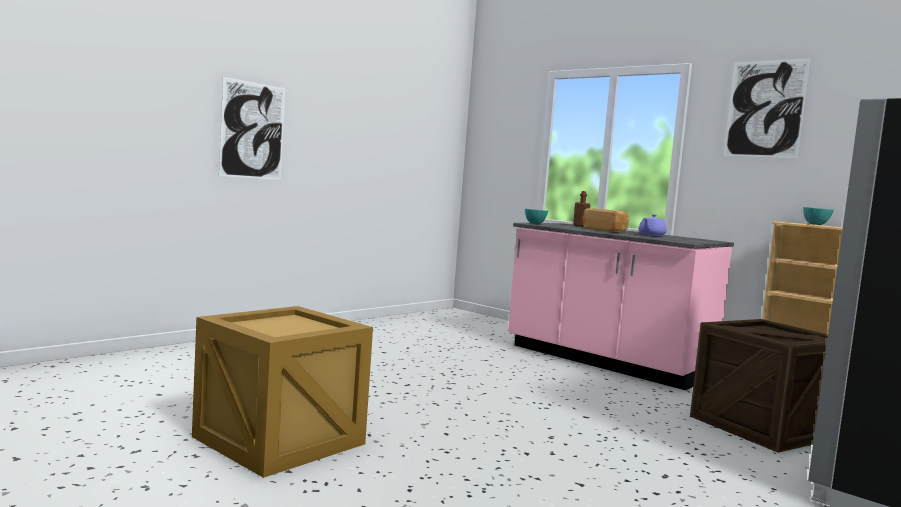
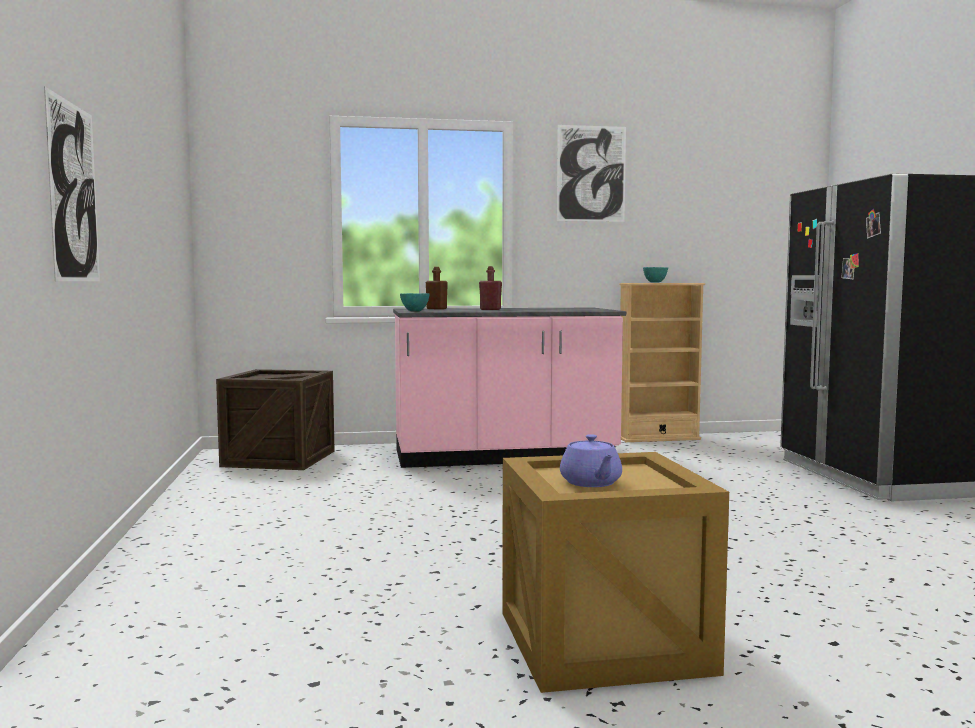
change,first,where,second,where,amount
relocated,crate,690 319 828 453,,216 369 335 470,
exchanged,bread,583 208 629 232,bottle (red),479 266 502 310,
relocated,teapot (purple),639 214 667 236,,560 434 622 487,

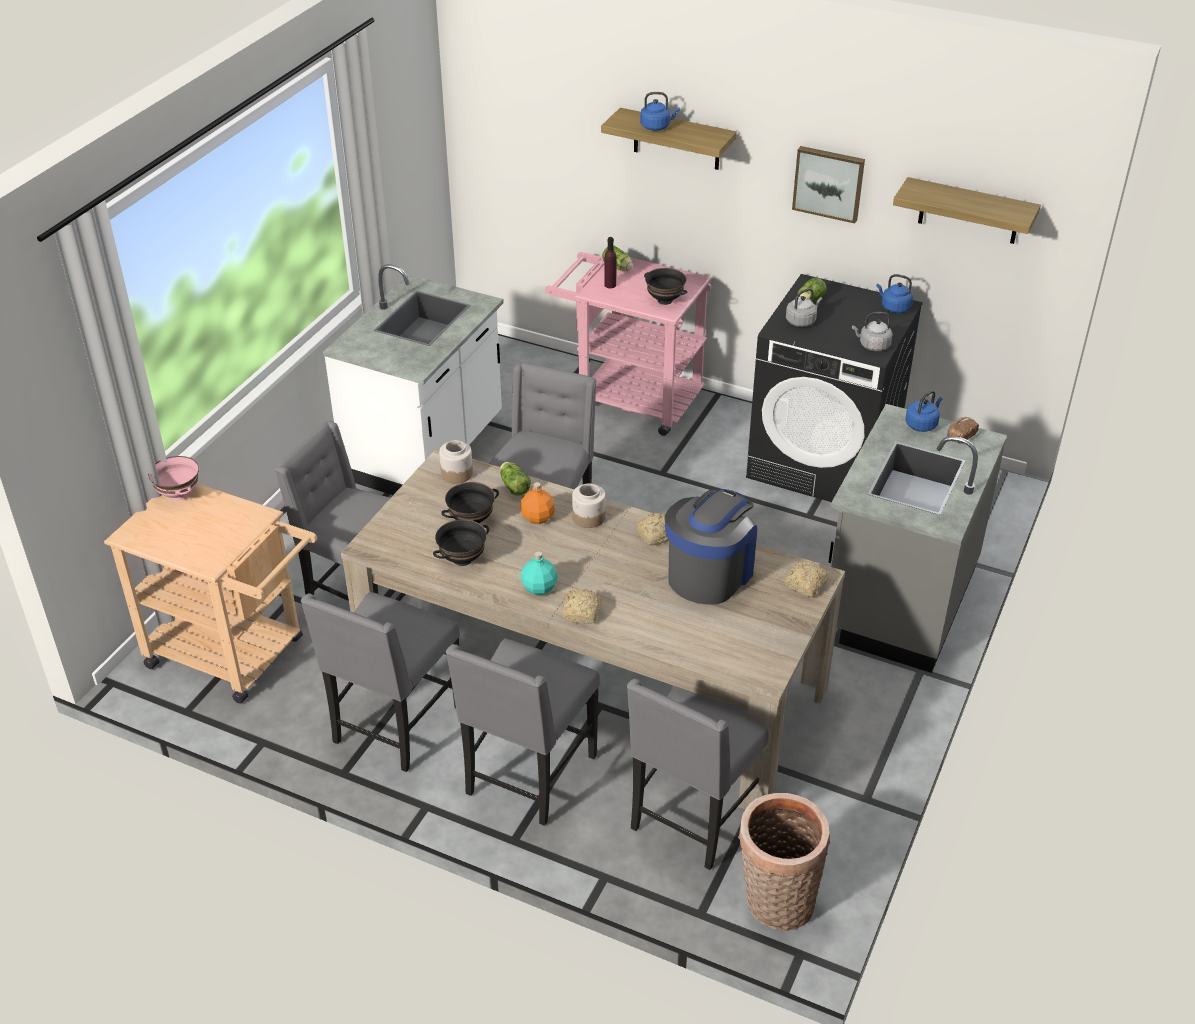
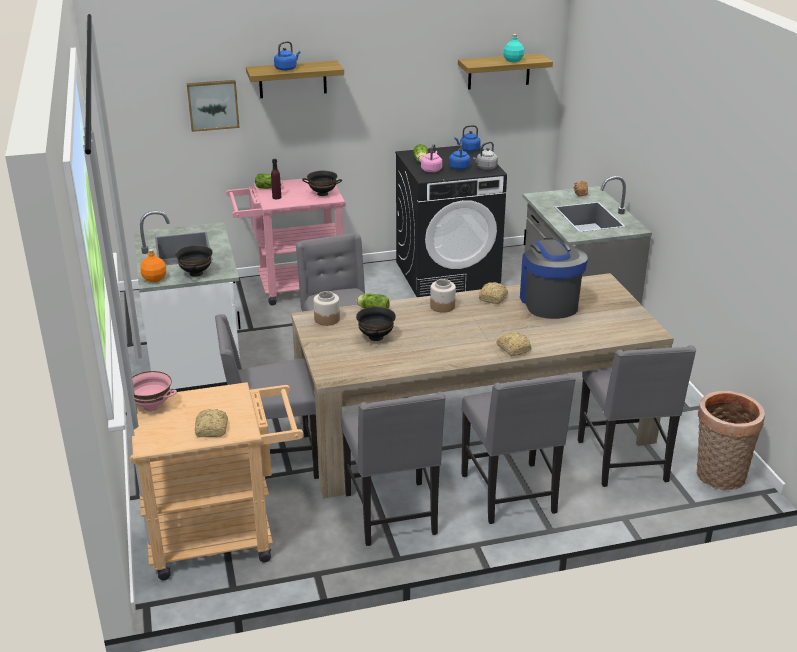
change,first,where,second,where,amount
relocated,bottle (orange),521 482 555 524,,140 249 166 282,
relocated,bowl (black),433 519 489 566,,175 245 213 277,
relocated,picture,792 146 865 224,,187 80 240 132,
relocated,bread,784 561 828 597,,195 409 228 437,
colour,kettle (grey),786 288 822 327,kettle (pink),421 144 442 172,
relocated,kettle (blue),905 390 942 432,,449 142 470 170,
relocated,bottle (turquoise),521 552 558 595,,503 34 524 62,

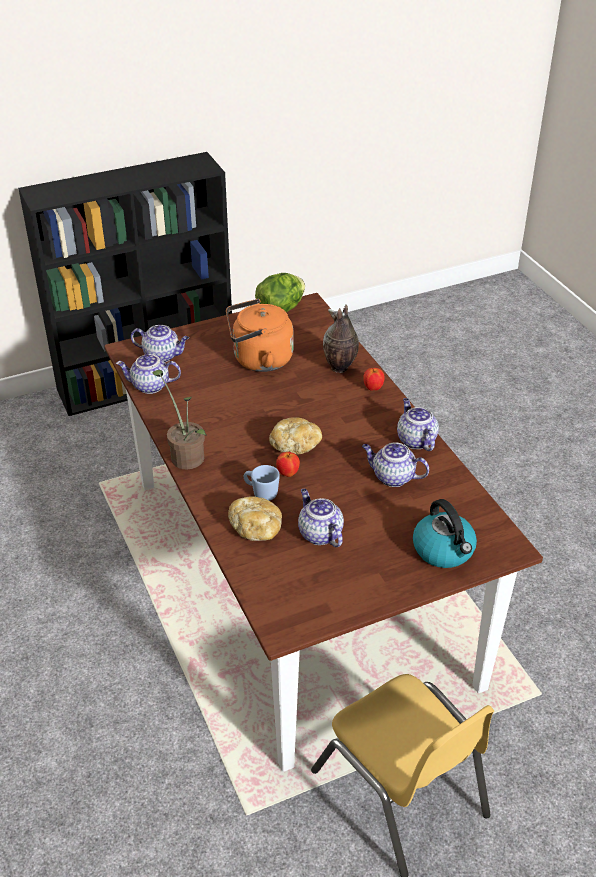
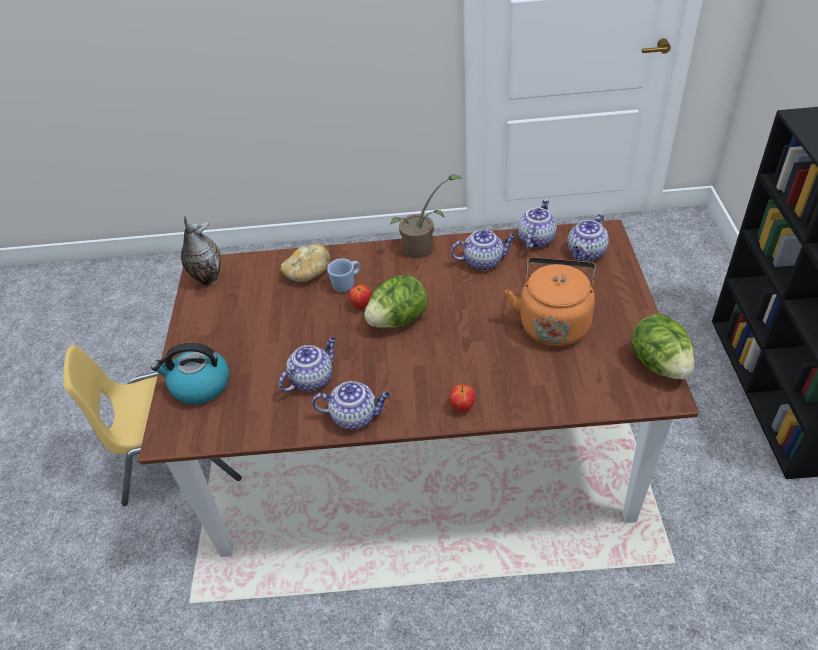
change,first,where,second,where,amount
relocated,vase,323 304 359 373,,181 216 221 286,
exchanged,bread,269 418 322 454,lettuce,364 275 428 328,
relocated,teapot,298 489 344 547,,451 229 516 271,

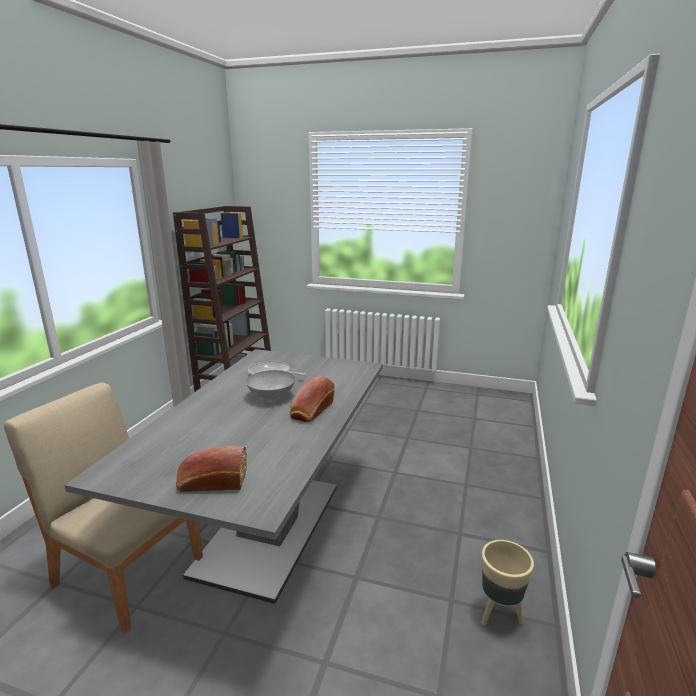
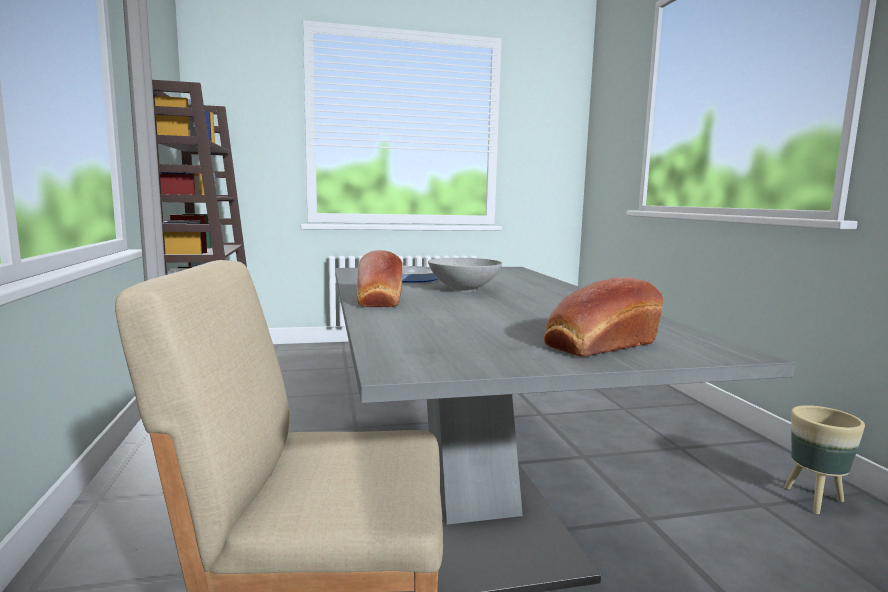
change,first,where,second,where,amount
relocated,bread,290 376 335 423,,357 250 402 307,

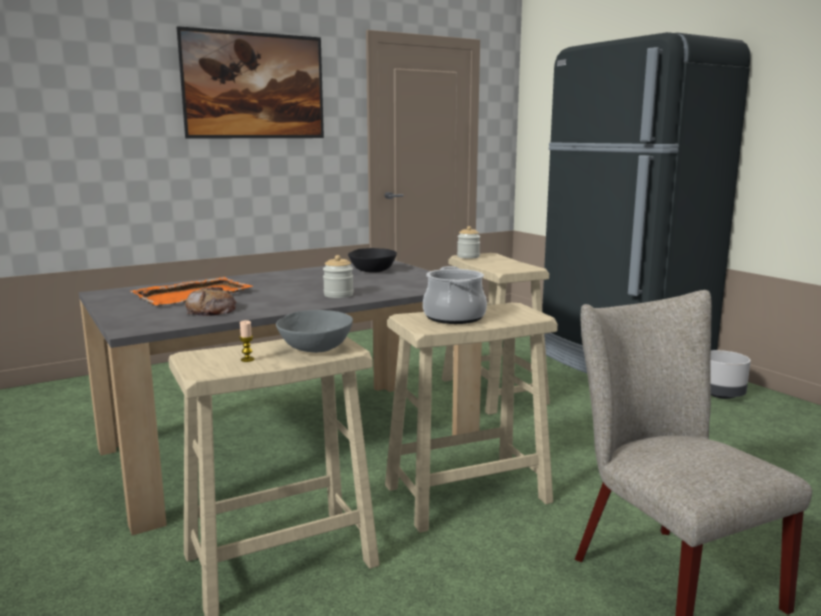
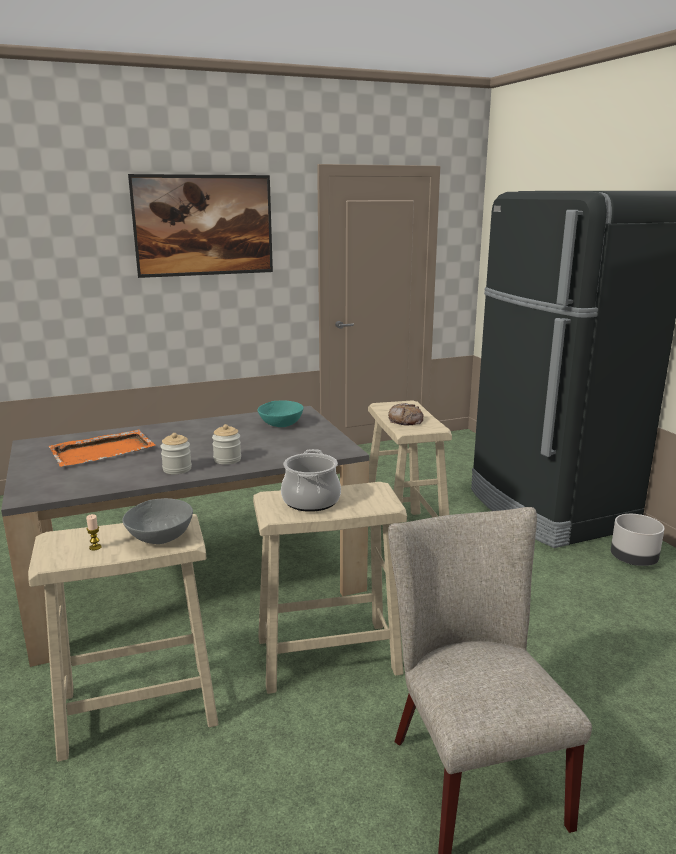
change,first,where,second,where,amount
relocated,jar,457 226 480 259,,160 433 192 474,
colour,bowl (black),348 248 397 273,bowl (turquoise),257 400 304 427,
relocated,bread,185 287 236 316,,388 403 424 425,

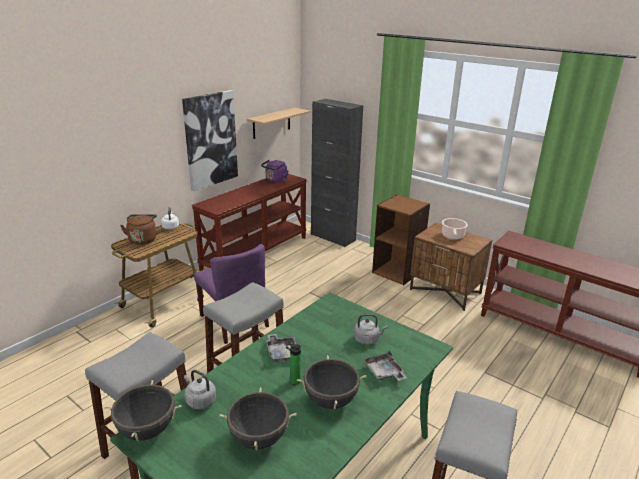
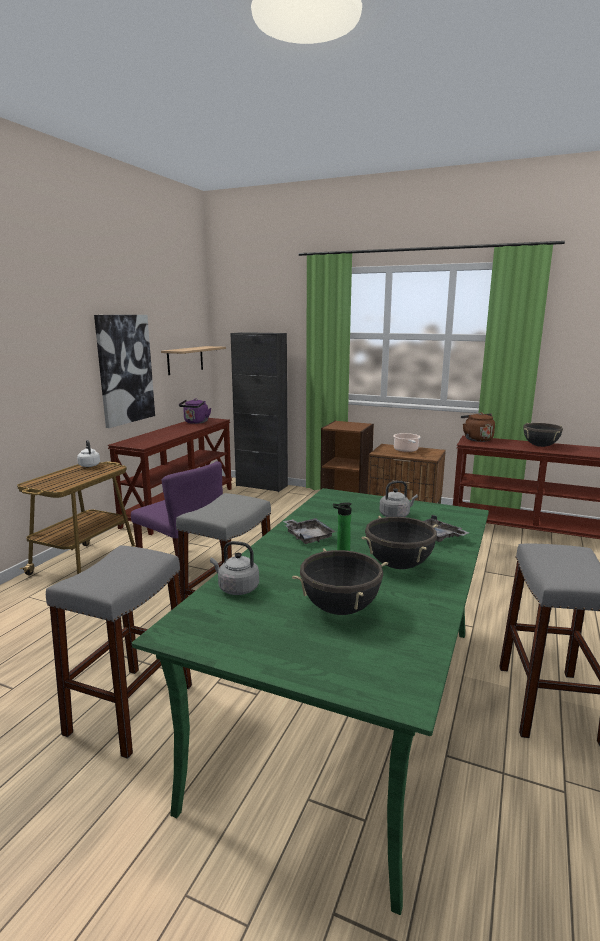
change,first,where,second,where,amount
relocated,kettle (brown),120 214 157 244,,461 412 495 442,
relocated,cooking pot (black),104 380 182 441,,523 423 563 447,

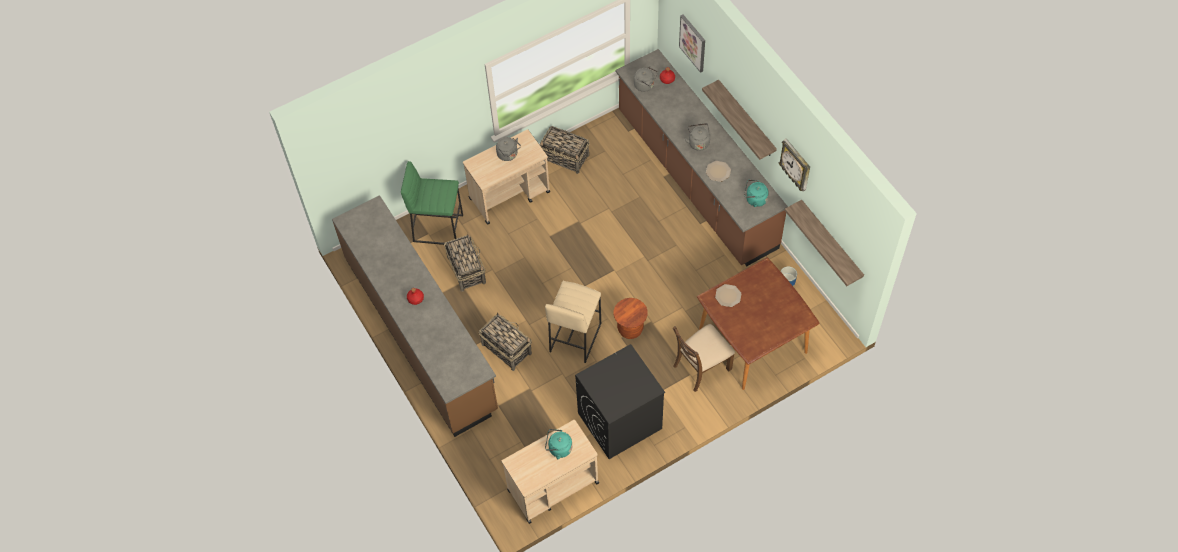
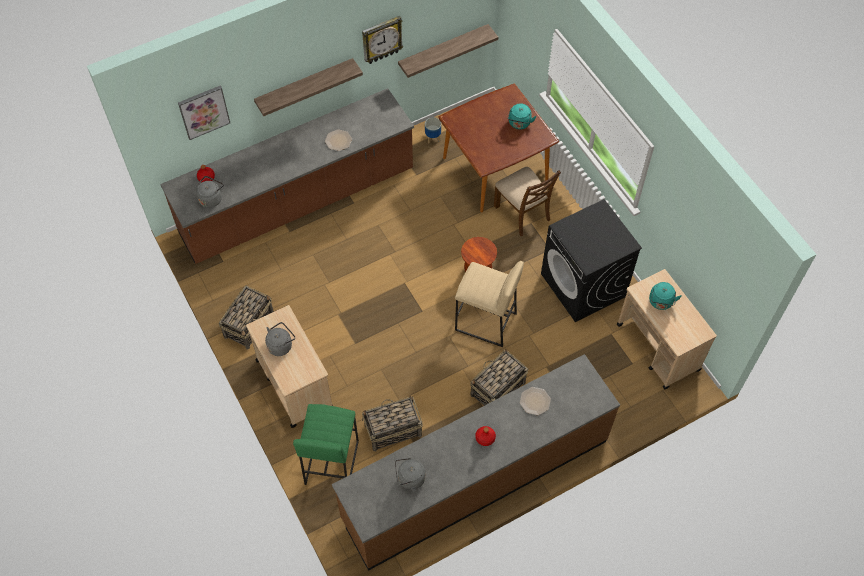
change,first,where,second,where,amount
relocated,kettle (grey),685 123 710 151,,395 458 426 492,
relocated,kettle (turquoise),744 180 769 207,,508 103 537 129,
relocated,plate,715 284 741 307,,520 387 551 415,

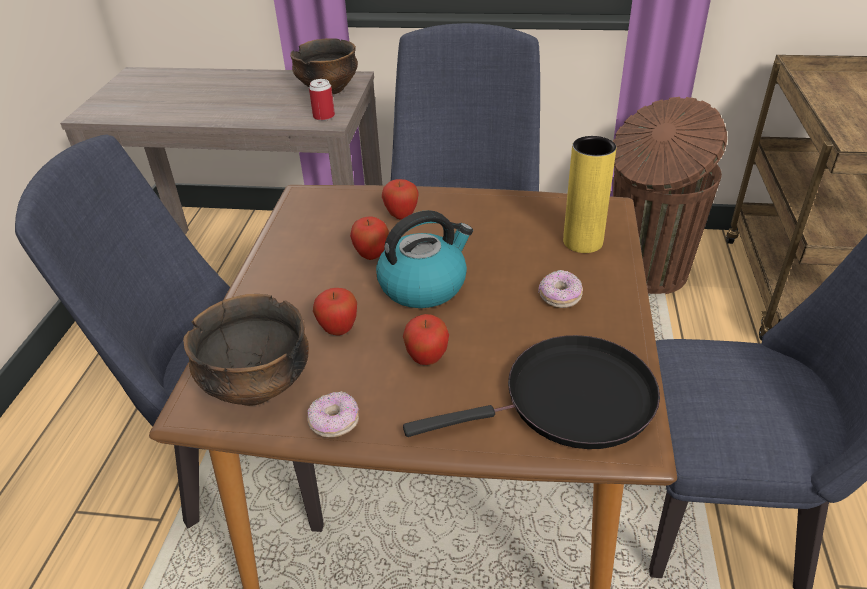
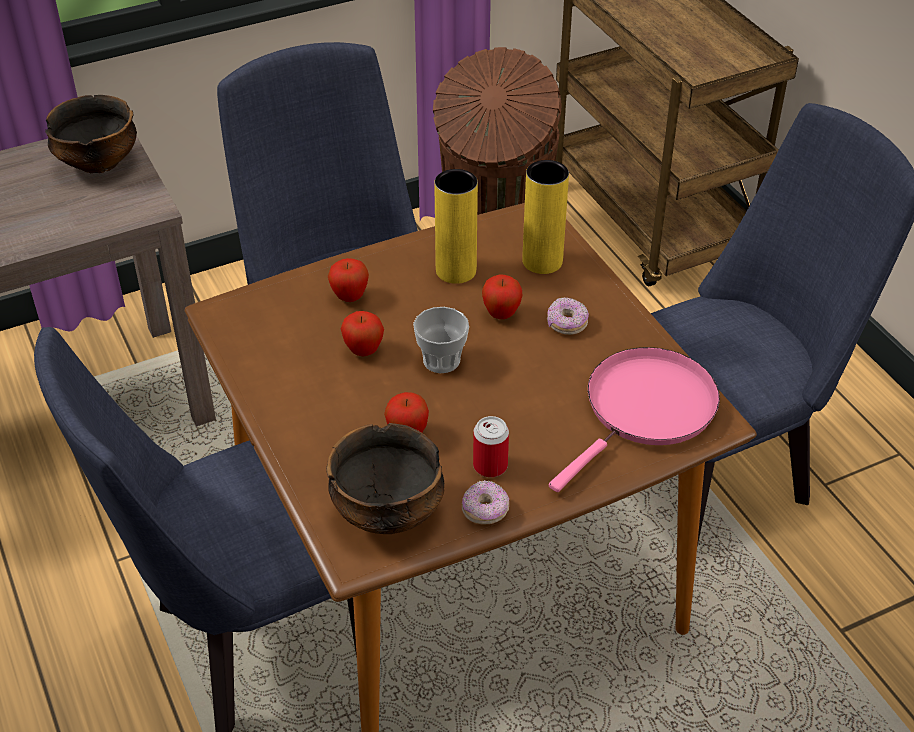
change,first,where,second,where,amount
exchanged,kettle,376 210 473 308,cup,413 307 469 373,
appeared,,,vase (yellow),434 169 478 284,
relocated,can,309 79 335 121,,473 416 509 477,
relocated,apple,403 314 449 365,,482 275 522 319,
colour,frying pan (black),403 335 660 449,frying pan (pink),549 347 720 492,

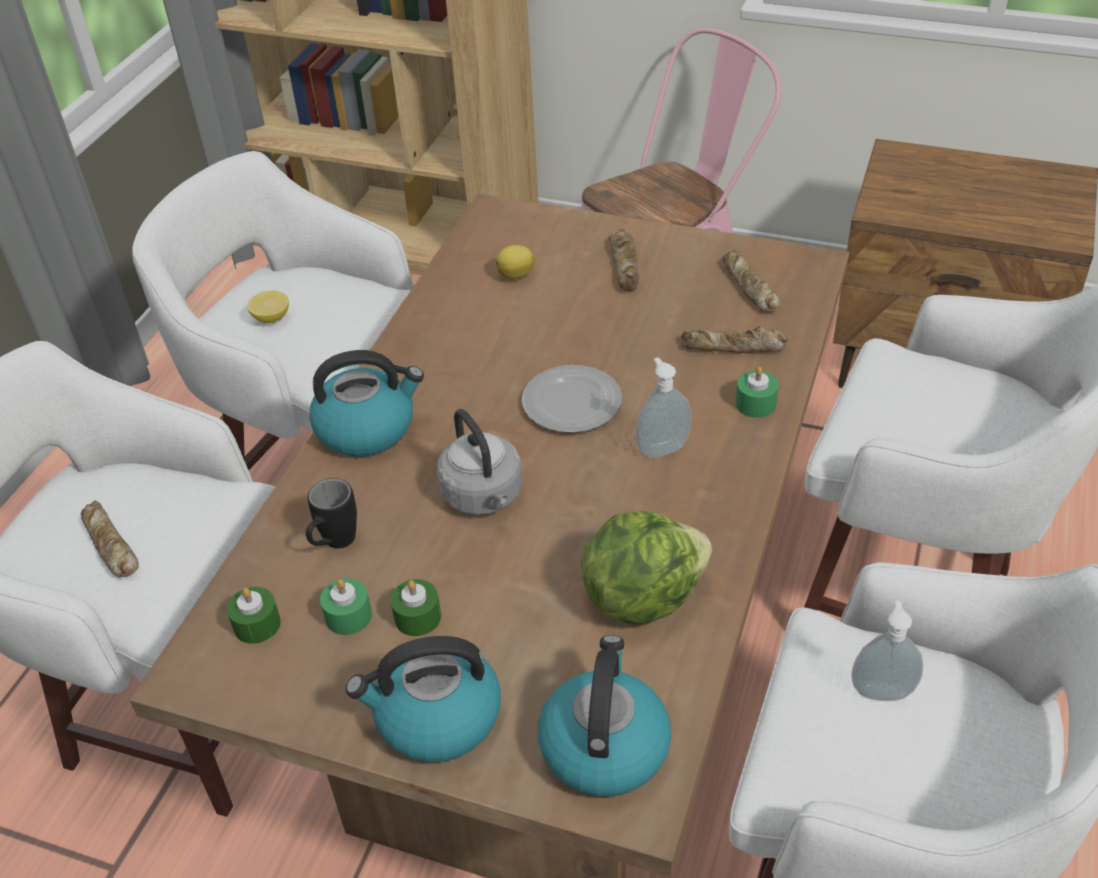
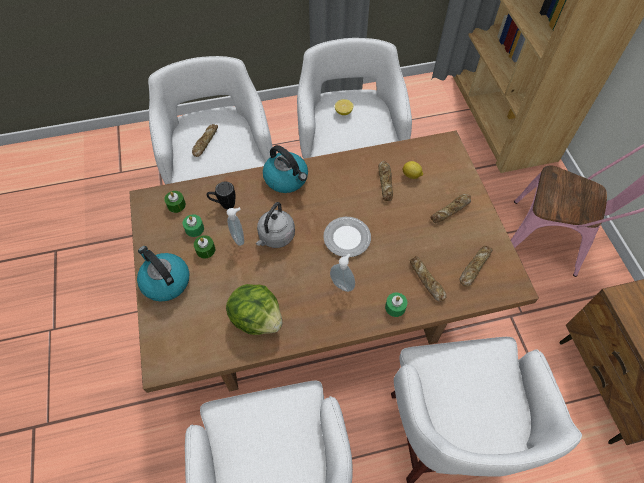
change,first,where,second,where,amount
relocated,soap dispenser,851 600 923 701,,227 207 244 246,
appeared,,,bread,378 161 393 201,
missing,kettle,538 635 671 797,,,

